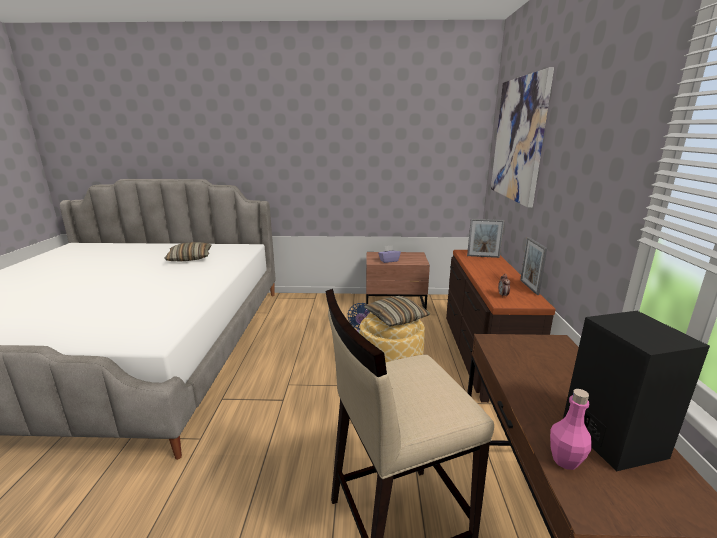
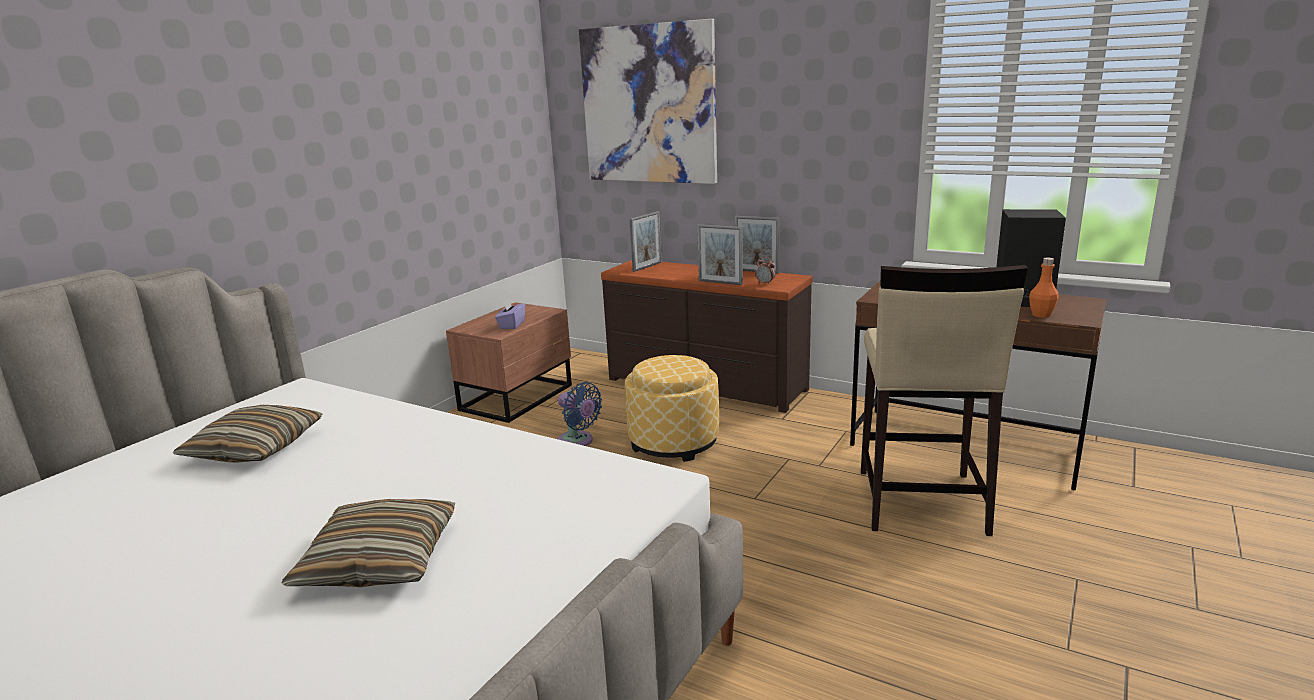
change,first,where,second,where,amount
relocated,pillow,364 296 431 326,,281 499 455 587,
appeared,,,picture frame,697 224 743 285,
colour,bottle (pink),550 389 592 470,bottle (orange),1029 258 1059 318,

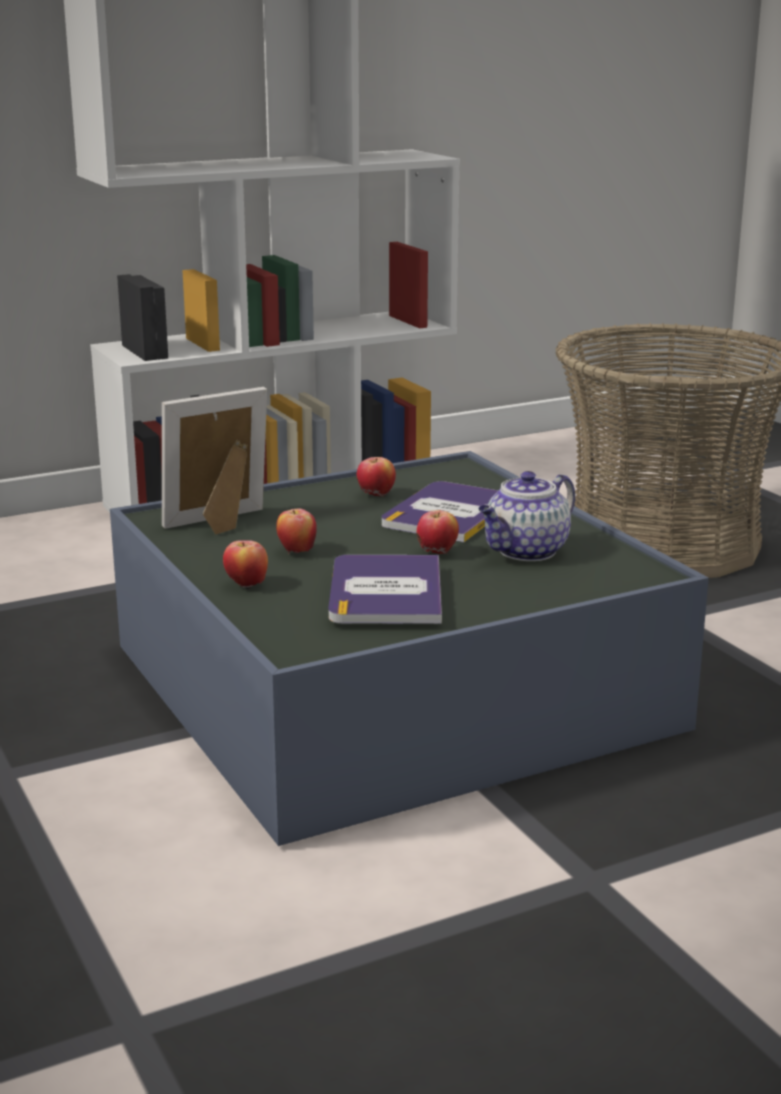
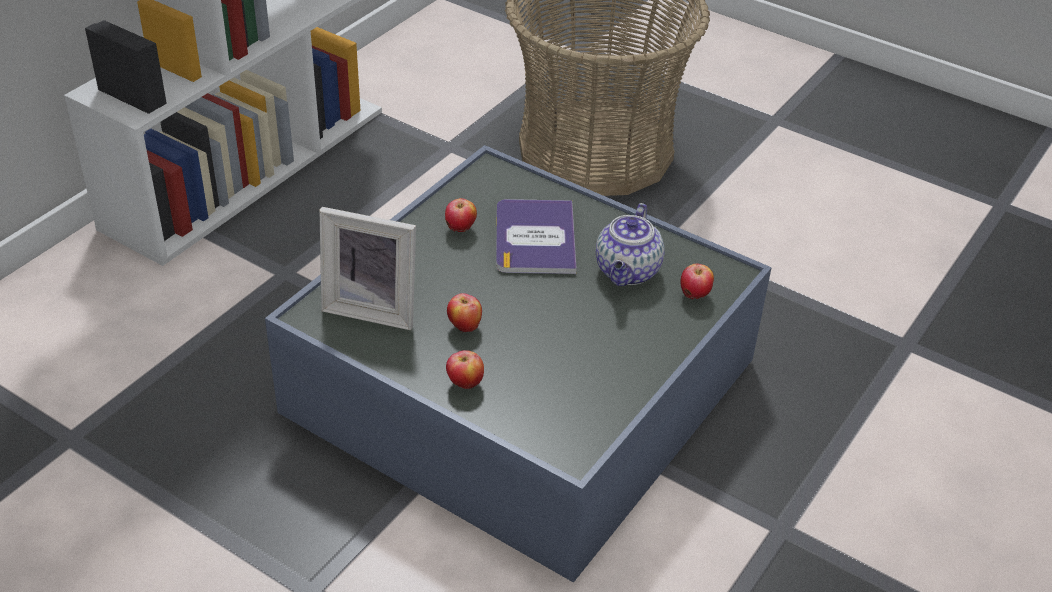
change,first,where,second,where,amount
spun,picture frame,162 387 267 534,,319 207 416 330,105 degrees counterclockwise
relocated,apple,417 510 459 554,,680 263 714 299,
missing,book,328 555 442 624,,,

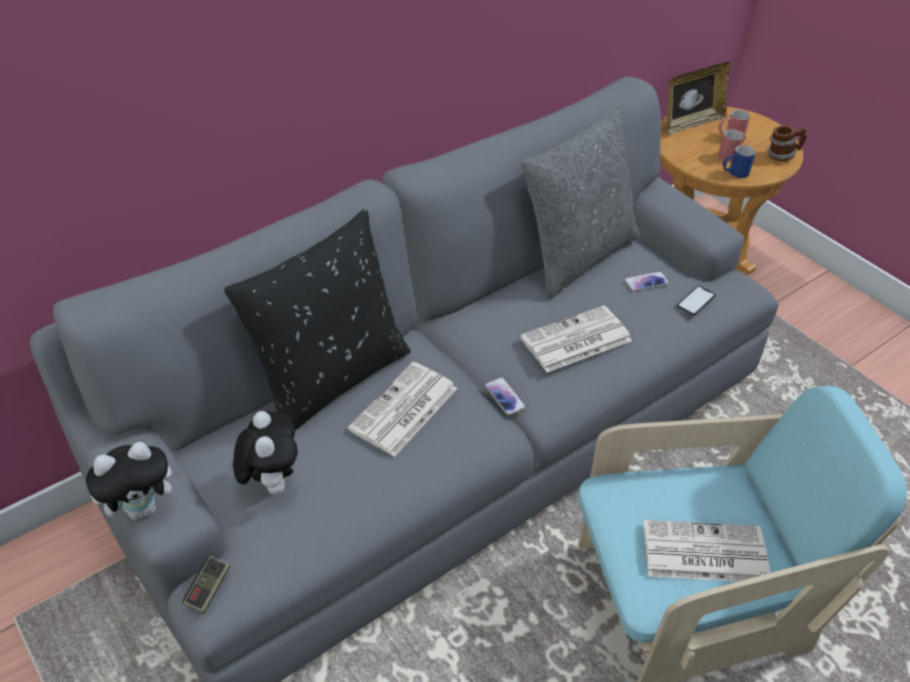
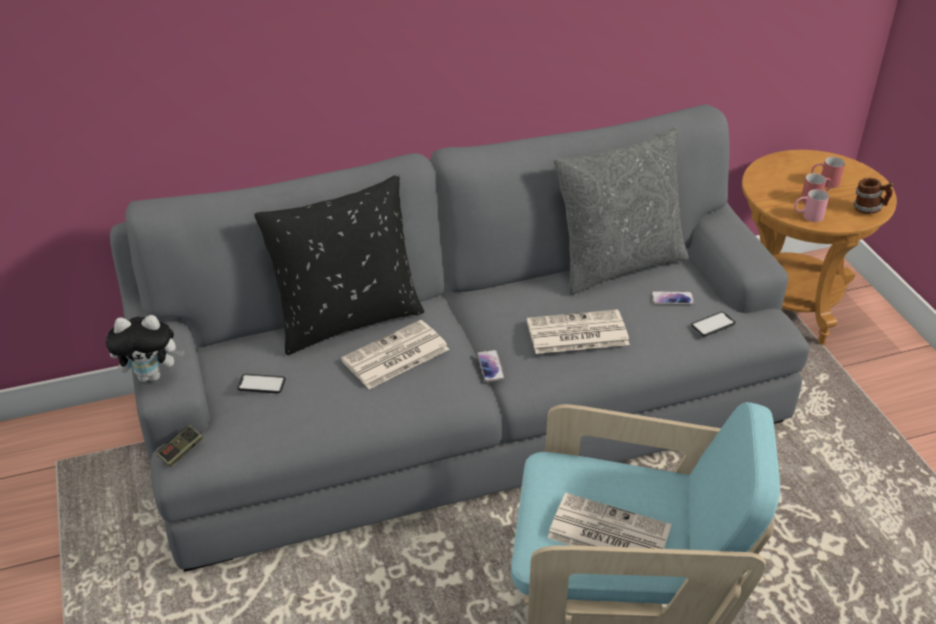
change,first,where,second,where,amount
exchanged,plush toy,233 411 298 495,phone,237 374 286 393,
colour,mug (blue),723 145 756 178,mug (pink),794 189 829 222,
missing,picture frame,667 62 730 135,,,

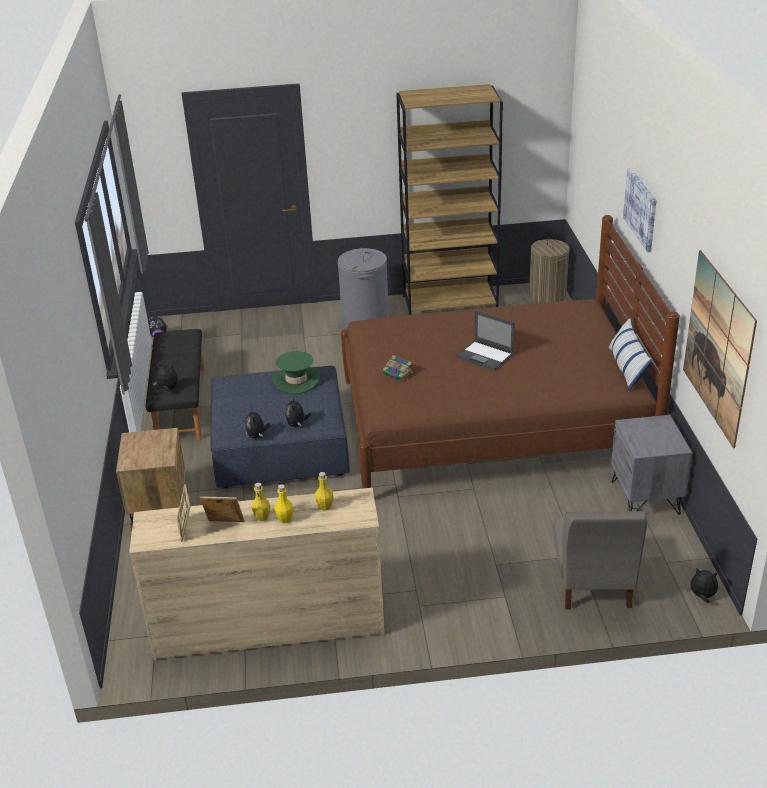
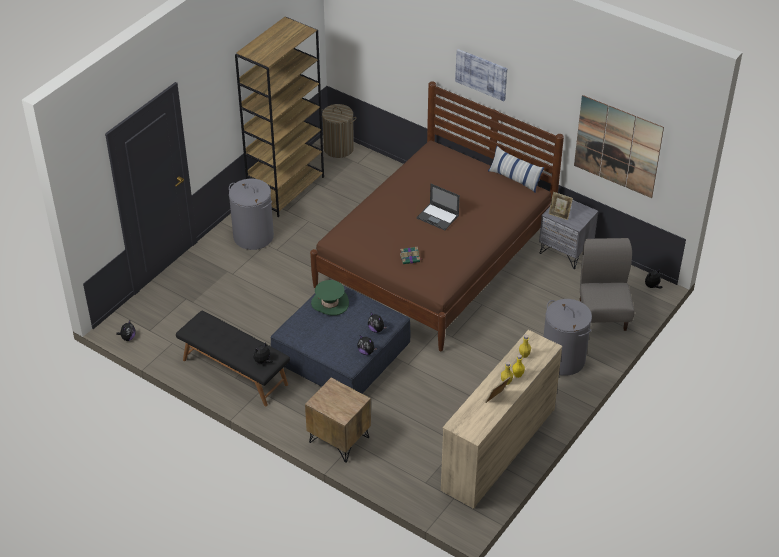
change,first,where,second,where,amount
spun,laptop,456 311 515 371,,416 184 460 230,45 degrees clockwise
appeared,,,laundry basket (grey),543 299 592 376,
relocated,picture frame,177 484 190 542,,549 192 573 220,
spun,chair (grey),553 511 647 610,,580 238 634 331,135 degrees counterclockwise

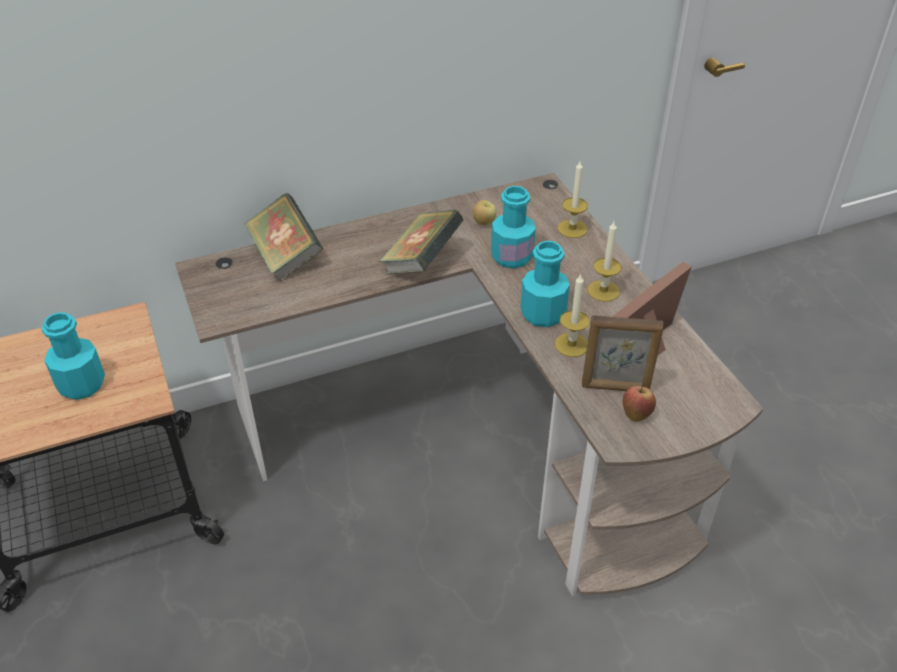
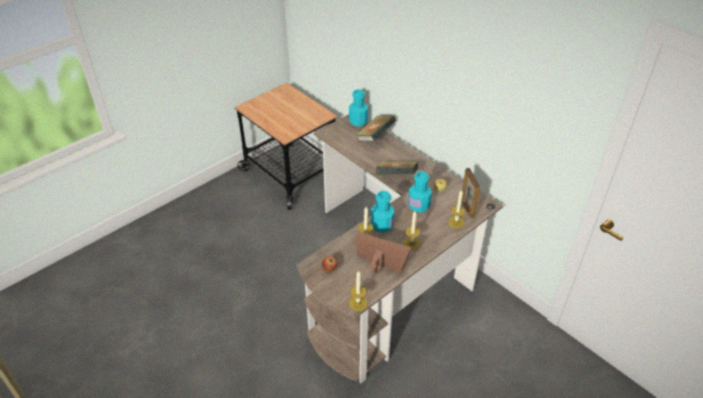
change,first,where,second,where,amount
relocated,bottle (turquoise),42 312 105 400,,349 89 368 126,
appeared,,,candle,349 270 367 311,
relocated,picture frame,582 315 664 391,,462 168 481 218,

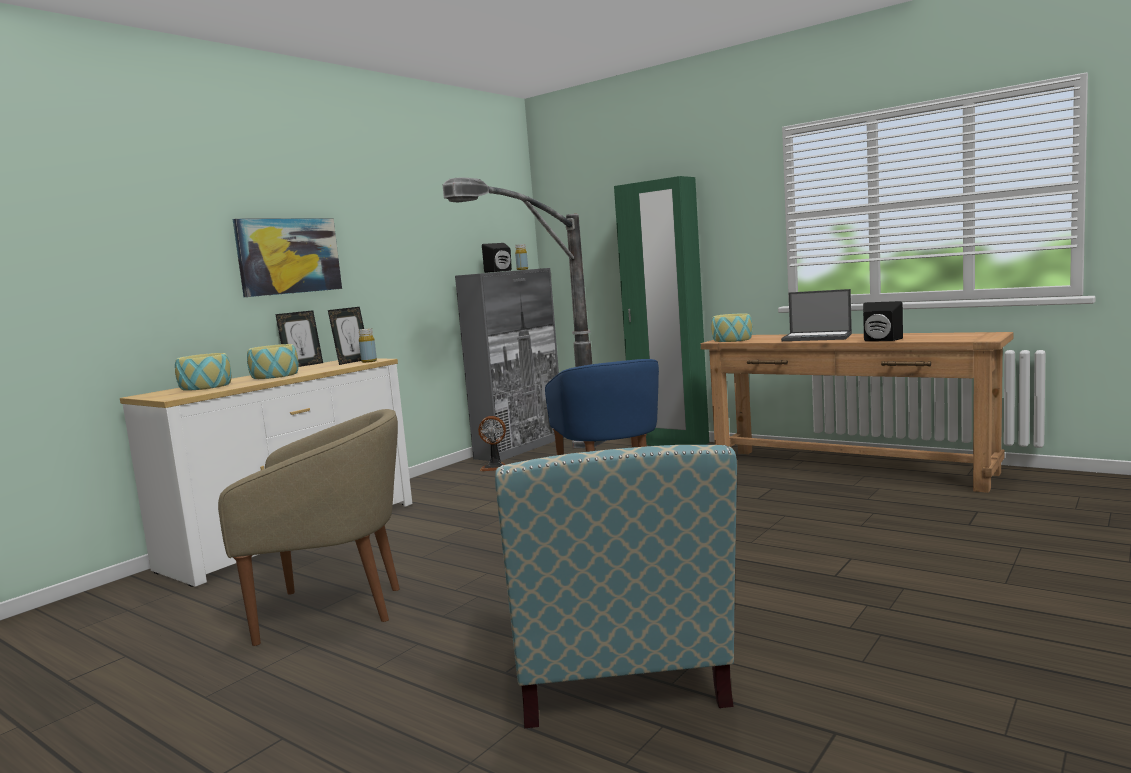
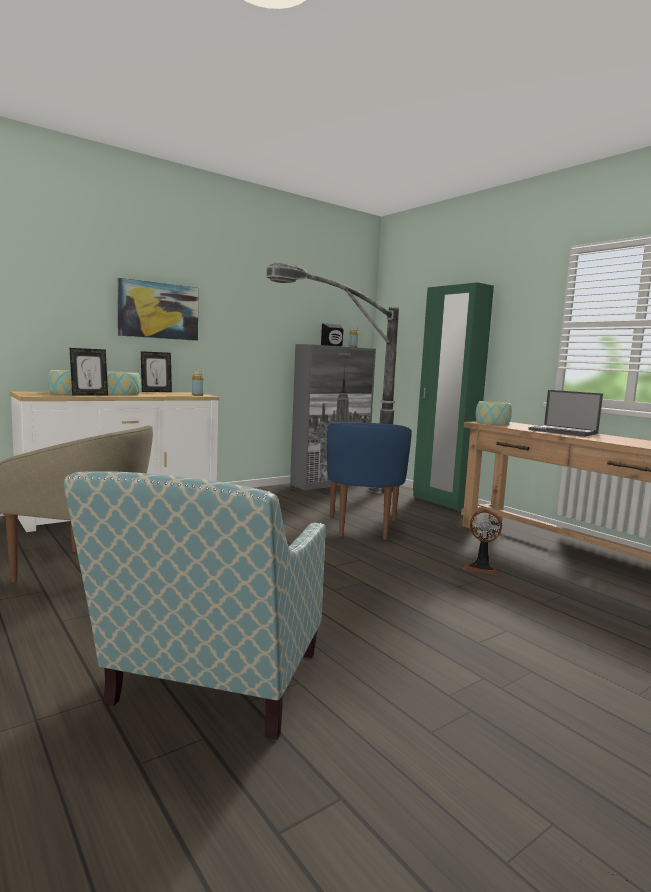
change,first,where,second,where,amount
relocated,picture frame,328 307 364 365,,69 348 108 396,
relocated,fan,478 416 506 471,,463 509 502 575,
missing,speaker (black),863 301 903 341,,,

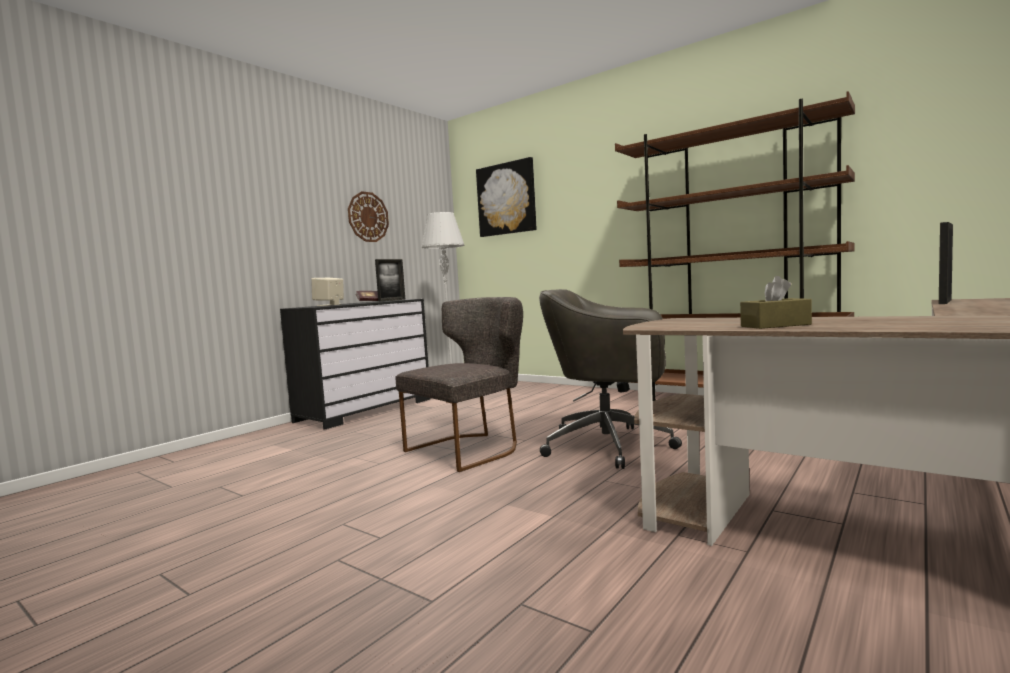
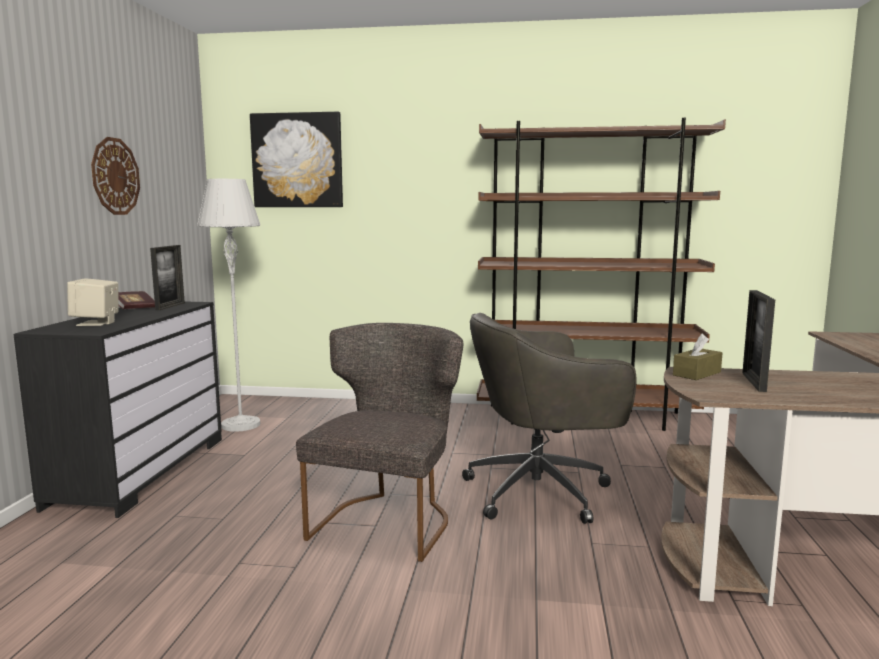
change,first,where,second,where,amount
relocated,tissue box (brown),740 276 812 329,,673 334 722 380,
relocated,picture frame,939 222 953 304,,742 290 775 392,

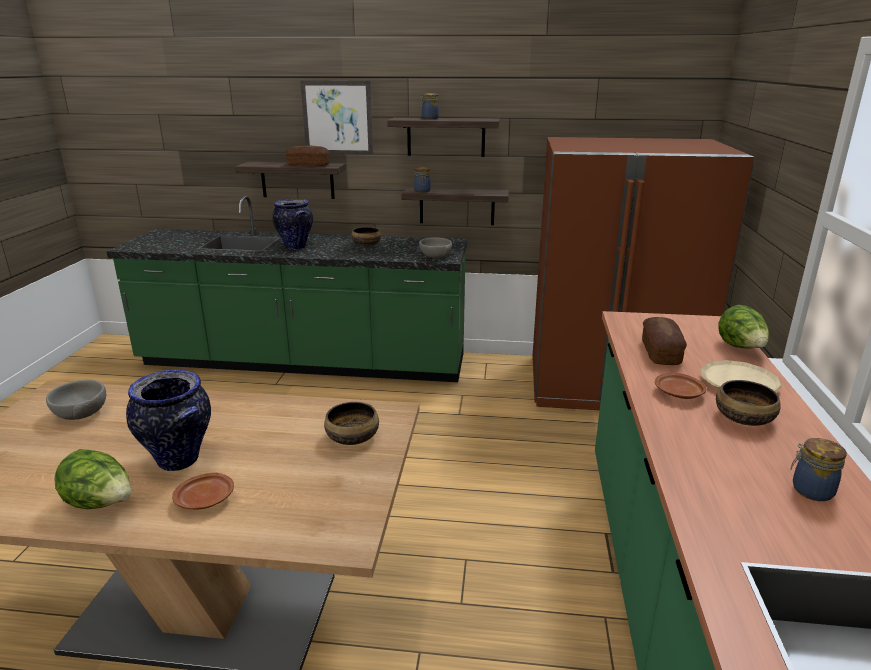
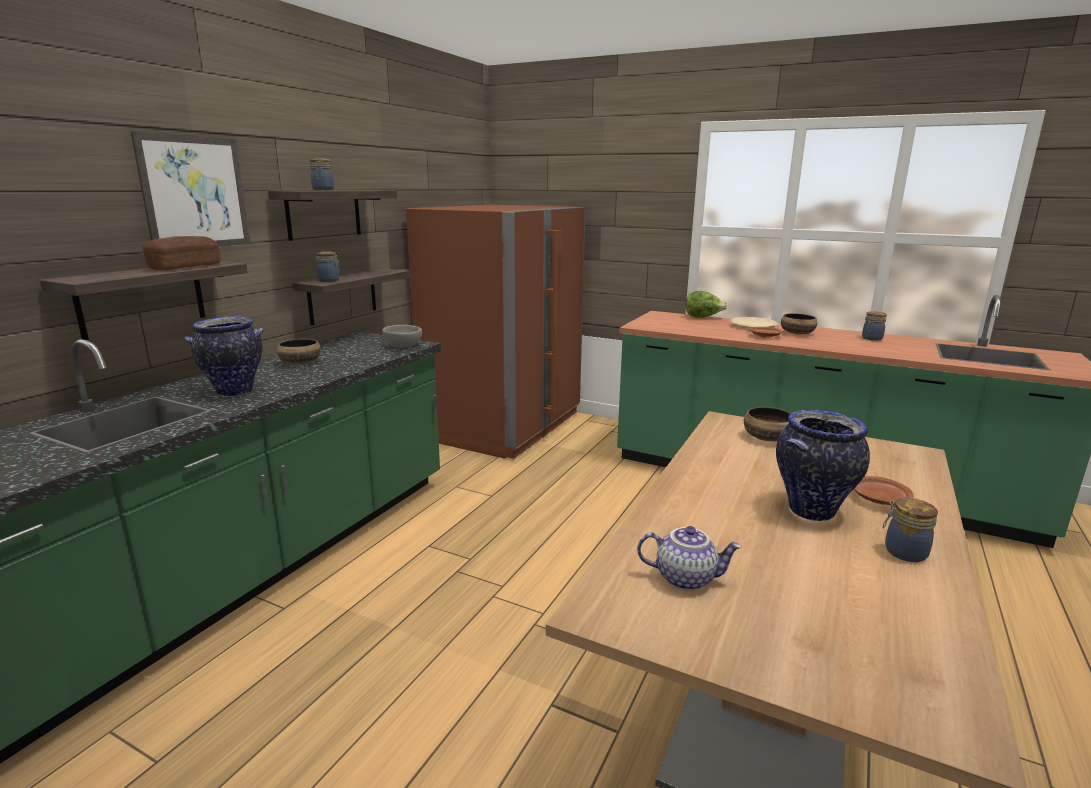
change,first,where,second,where,amount
exchanged,bowl (grey),46 380 106 420,teapot,637 526 742 591,
exchanged,lettuce,54 449 131 509,jar,883 498 938 562,
missing,bread,642 317 687 365,,,

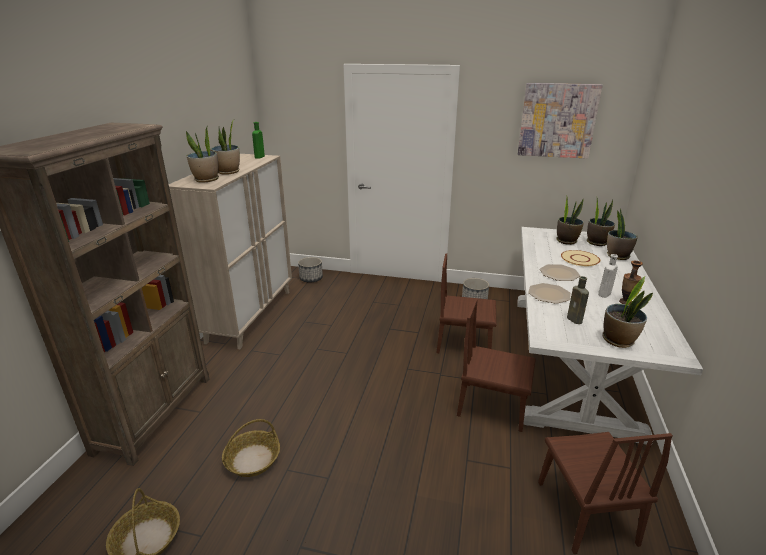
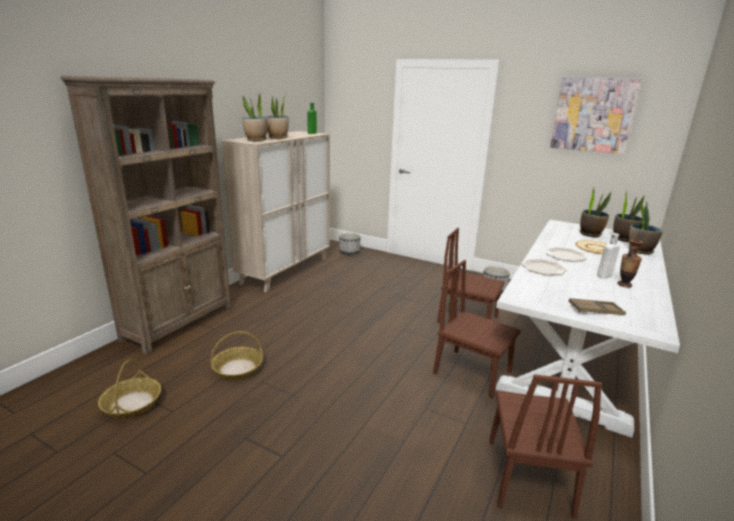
change,first,where,second,where,amount
exchanged,potted plant,602 277 653 348,tray (brown),569 298 626 315,
missing,bottle (brown),567 276 589 324,,,

